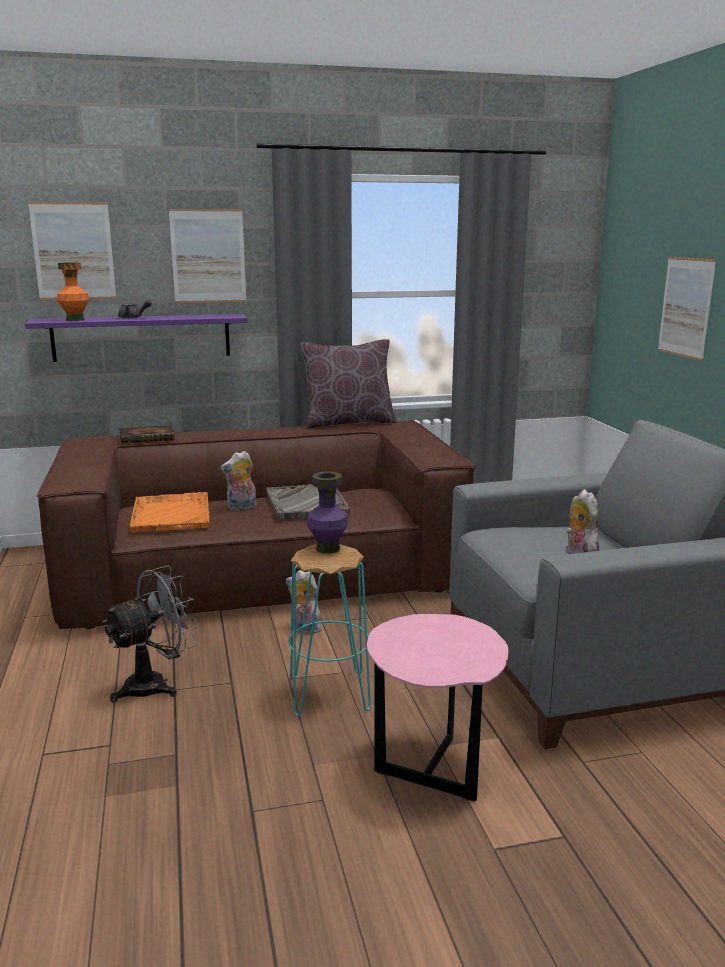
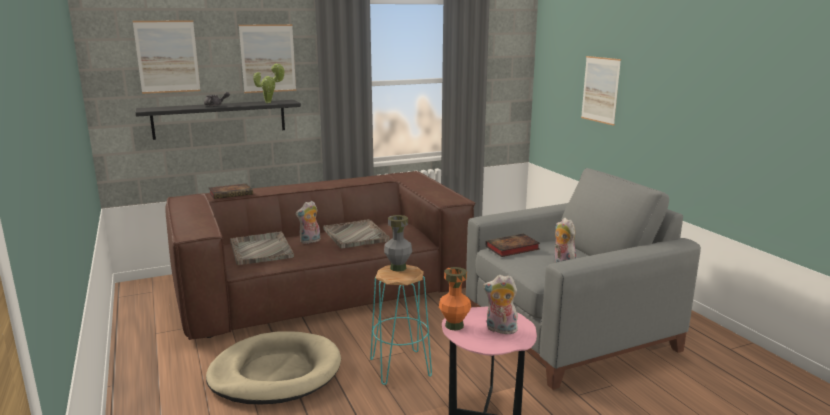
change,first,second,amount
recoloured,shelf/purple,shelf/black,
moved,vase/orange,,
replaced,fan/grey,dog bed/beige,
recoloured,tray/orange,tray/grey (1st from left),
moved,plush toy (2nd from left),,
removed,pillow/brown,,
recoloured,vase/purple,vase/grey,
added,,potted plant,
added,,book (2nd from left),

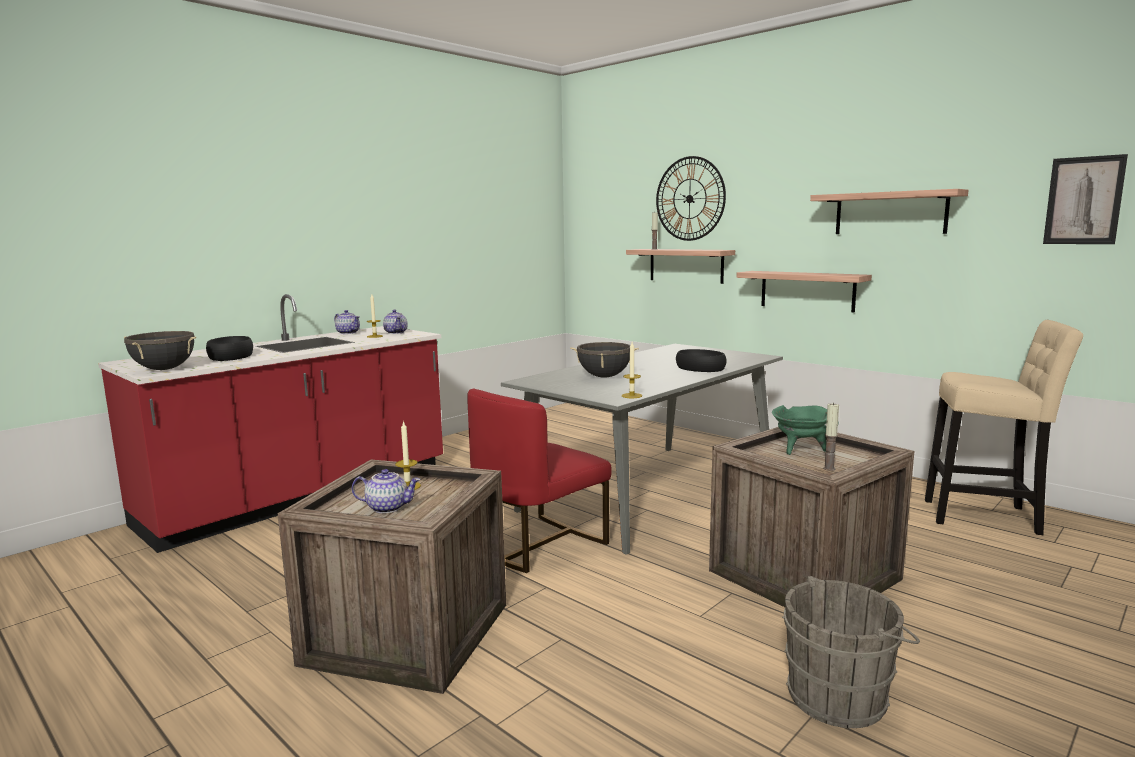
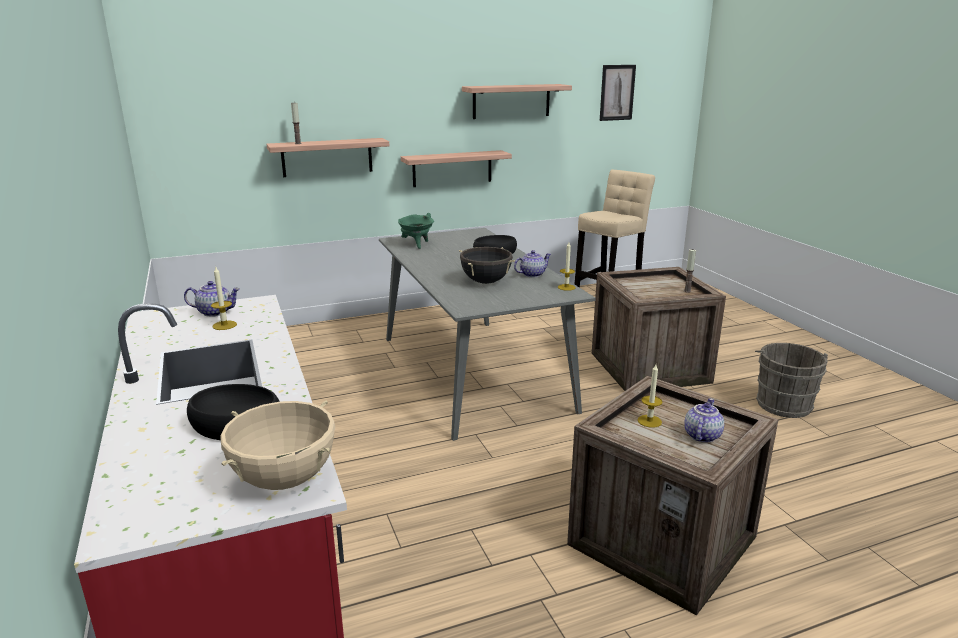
change,first,second,amount
recoloured,cooking pot/black (1st from left),cooking pot/beige,
moved,teapot (1st from left in the first image),teapot (2nd from left),
removed,chair/red,,
removed,wall clock,,
moved,cooking pot/green,,

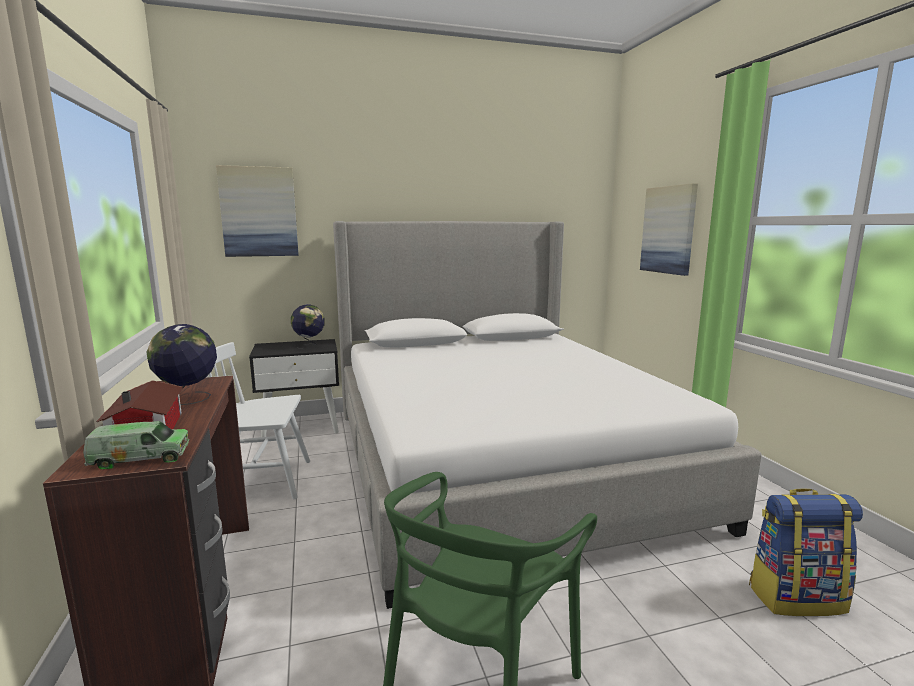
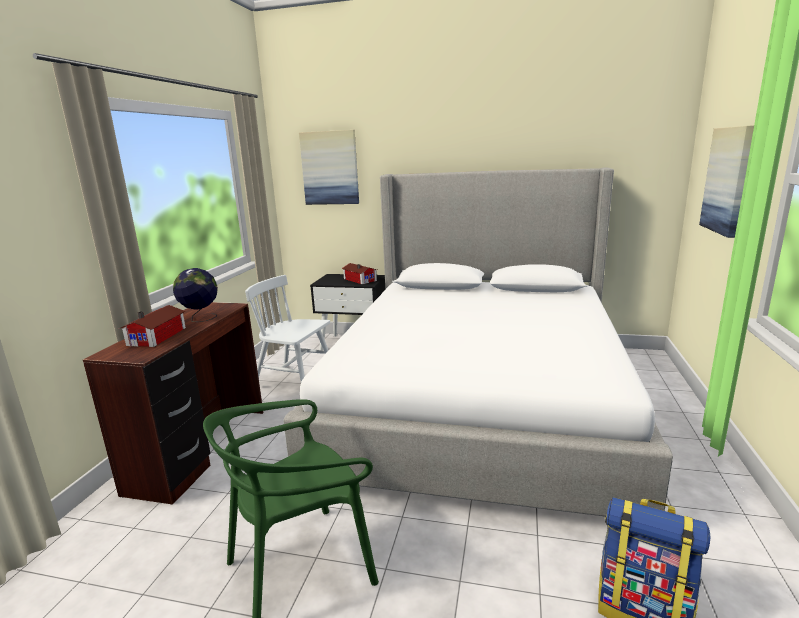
change,first,second,amount
removed,toy truck,,
replaced,globe (2nd from left),toy house (2nd from left),

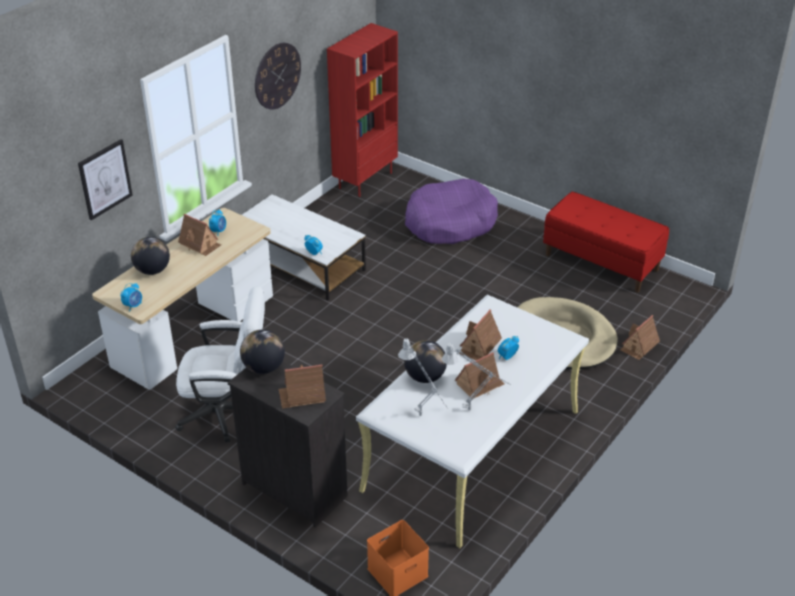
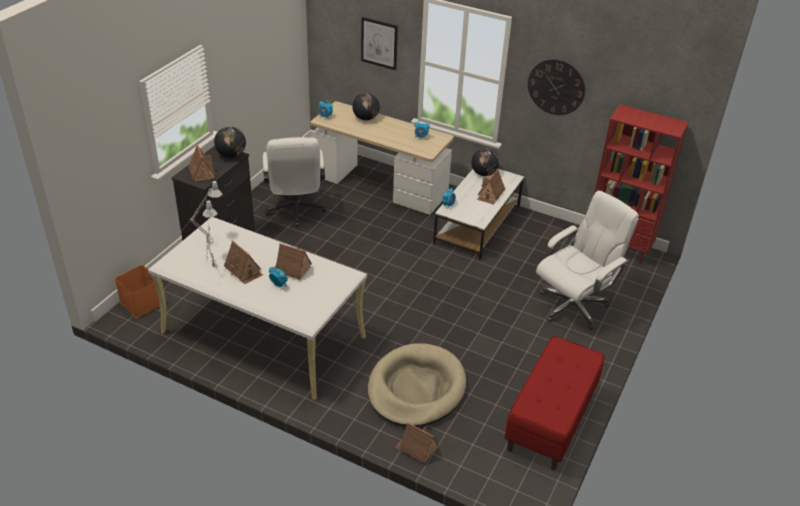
change,first,second,amount
moved,toy house (1st from left in the first image),toy house (5th from left),
moved,globe (3rd from left),,
replaced,dog bed/purple,office chair/white (2nd from left),

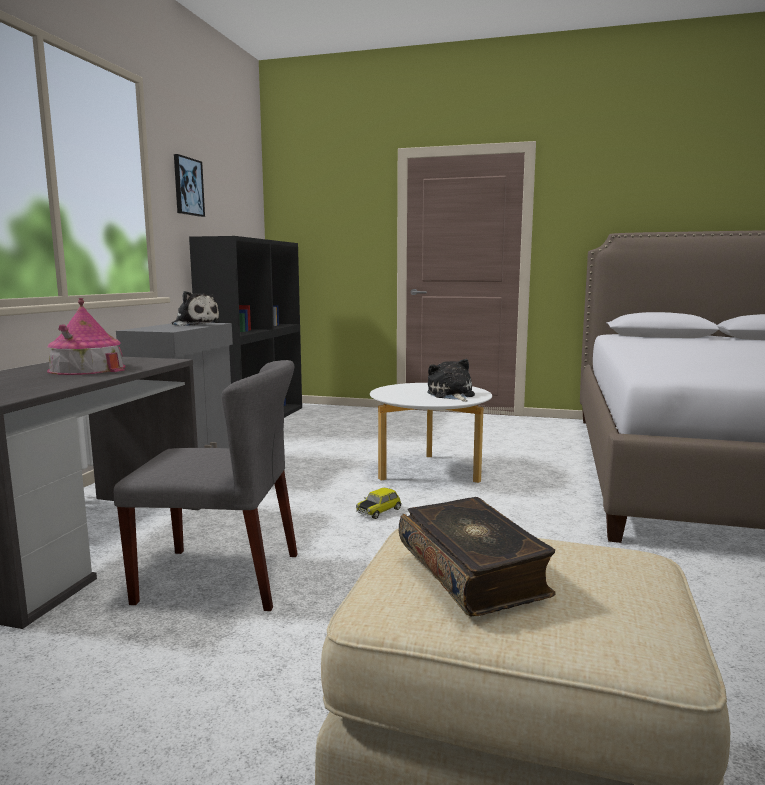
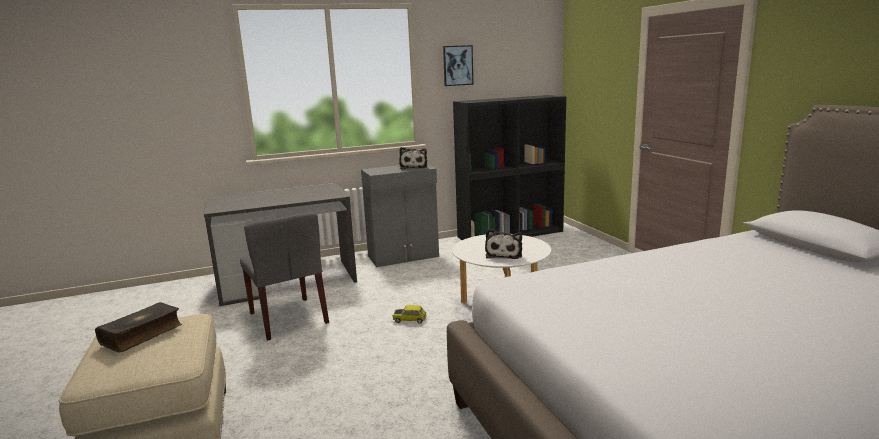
change,first,second,amount
removed,toy house,,
turned,plush toy (2nd from left),,150 degrees clockwise

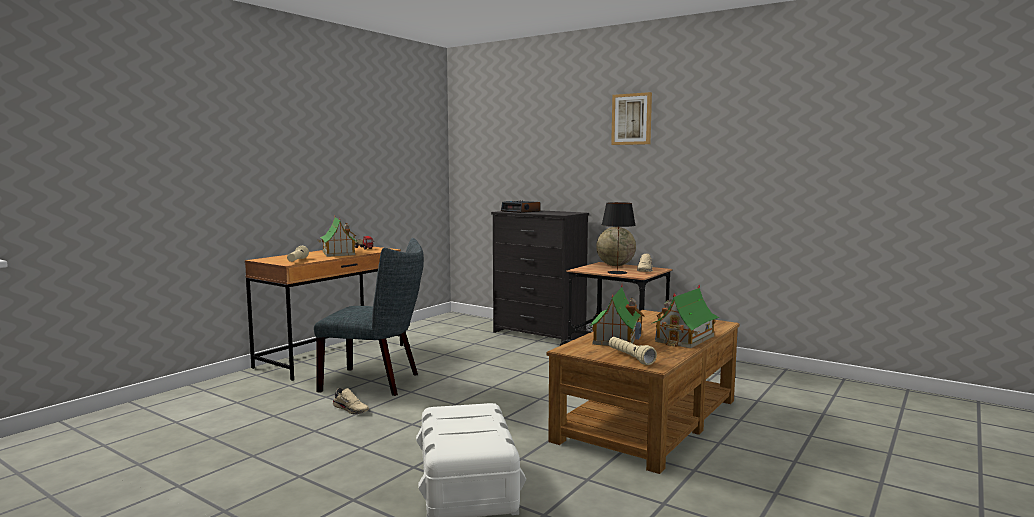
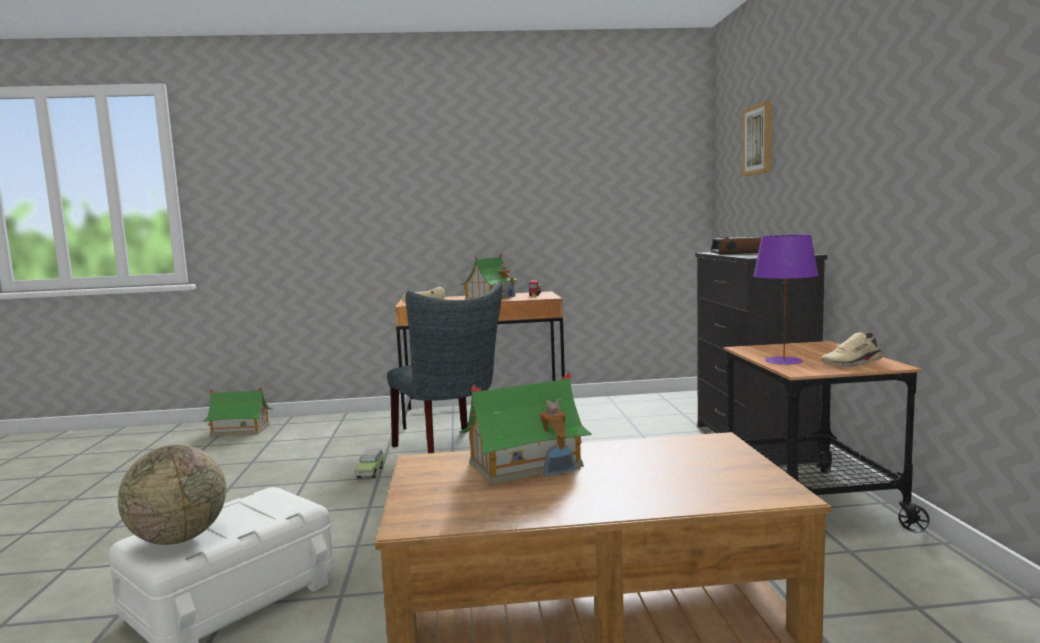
change,first,second,amount
replaced,shoe/beige (1st from left),toy car,
moved,globe,,
recoloured,table lamp/black,table lamp/purple,
removed,flashlight/beige (2nd from left),,
moved,picture,,
moved,toy house (3rd from left in the first image),toy house (1st from left),

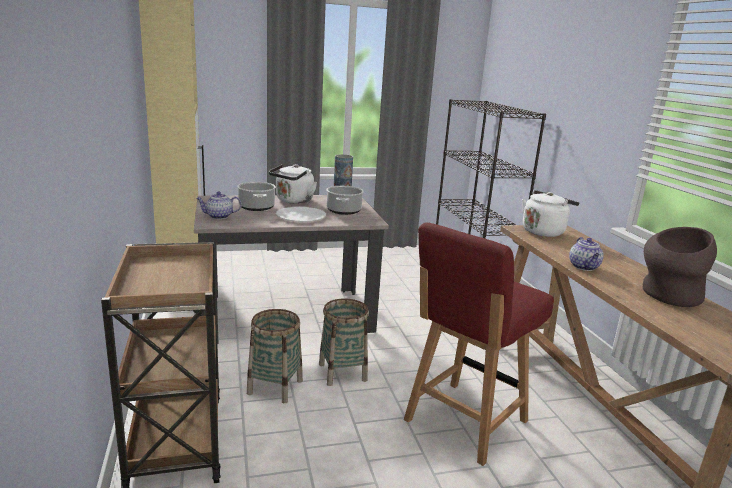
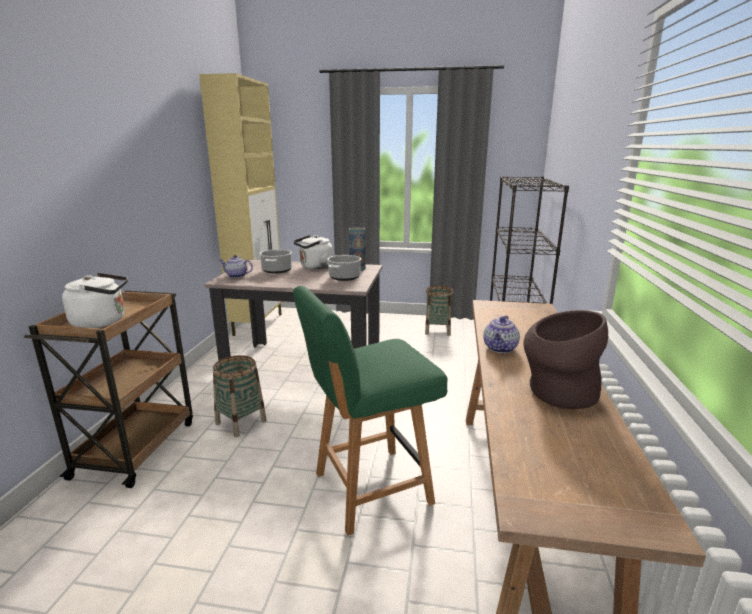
change,first,second,amount
removed,plate/white,,
moved,basket (2nd from left),,
recoloured,chair/red,chair/green,
moved,kettle/white (2nd from left in the first image),kettle/white (1st from left),

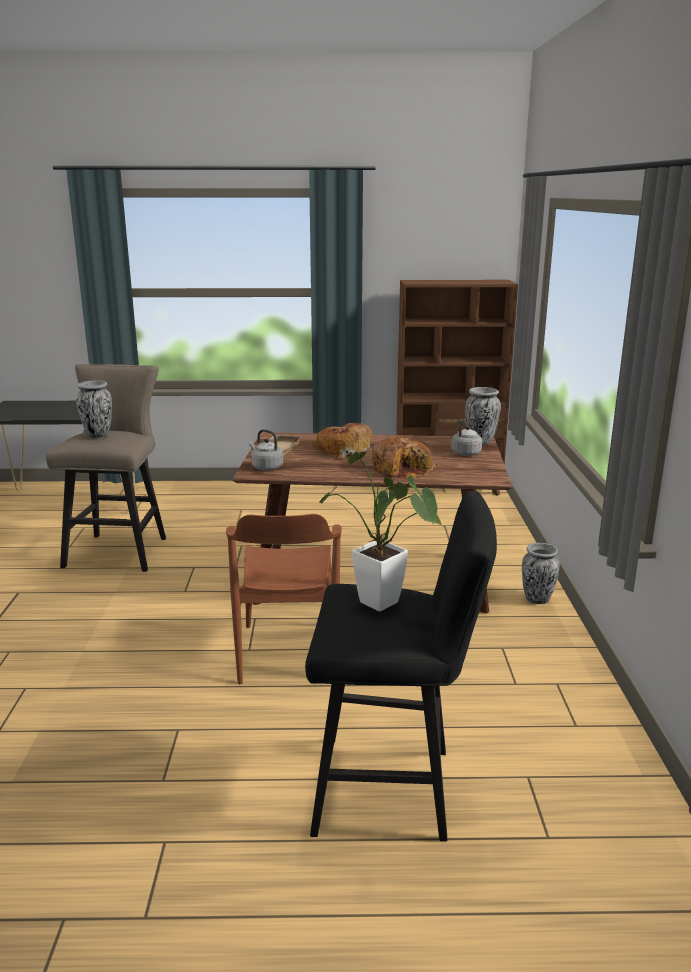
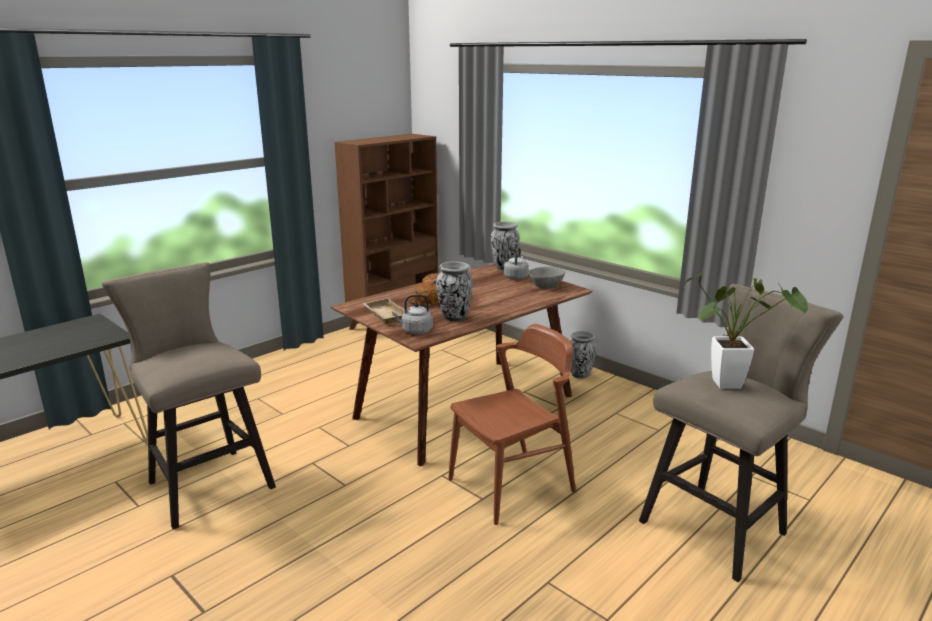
change,first,second,amount
moved,vase (1st from left),,
turned,chair/brown,,75 degrees counterclockwise
recoloured,stool/black,stool/beige (2nd from left),
removed,bread (2nd from left),,
added,,bowl/grey,

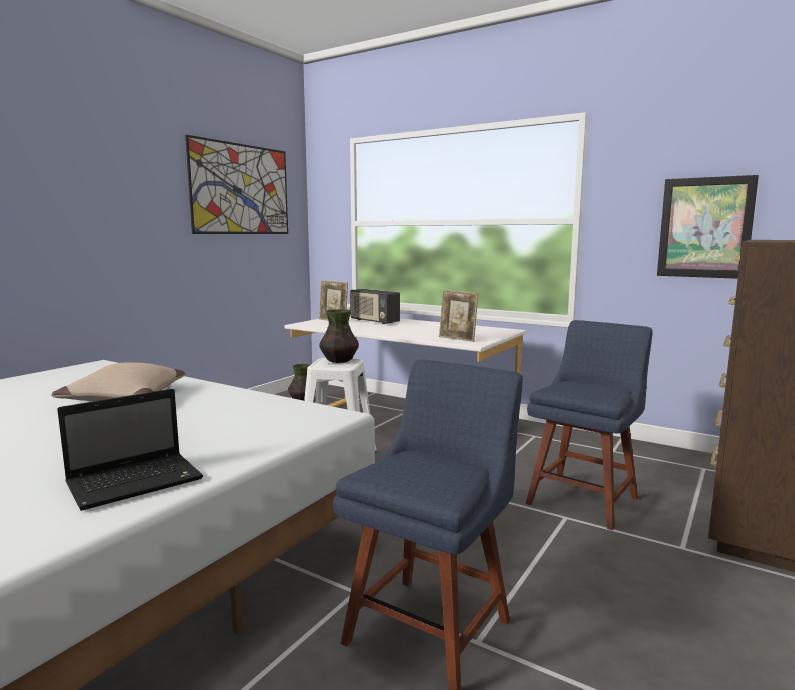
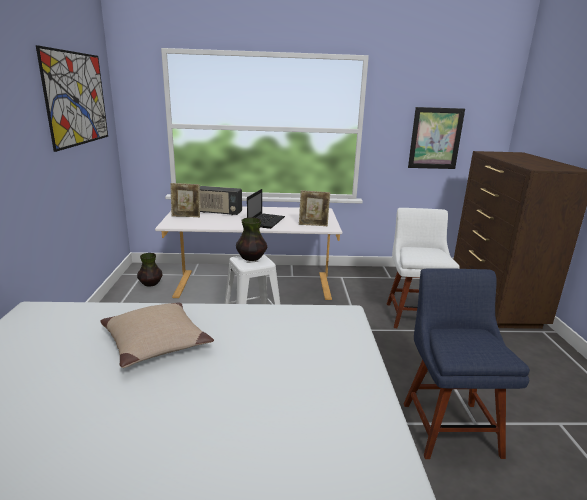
change,first,second,amount
moved,laptop,,
recoloured,chair/blue (2nd from left),chair/white,

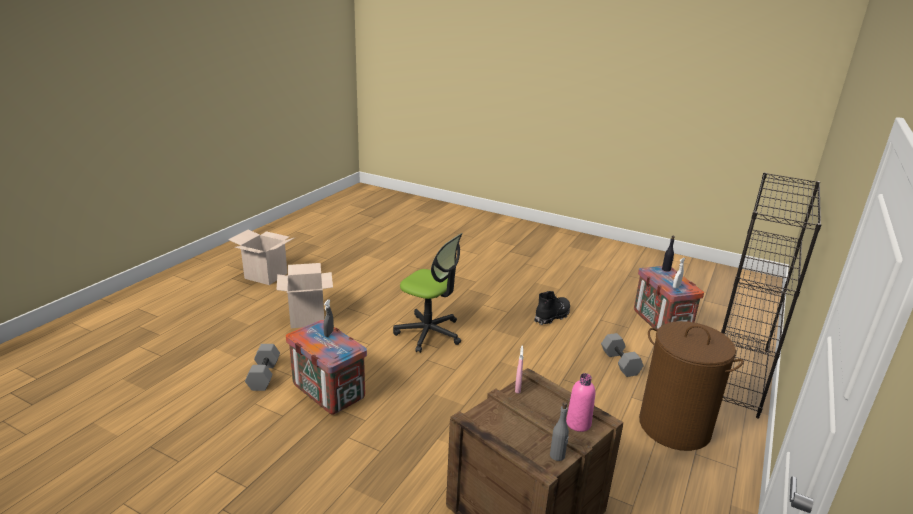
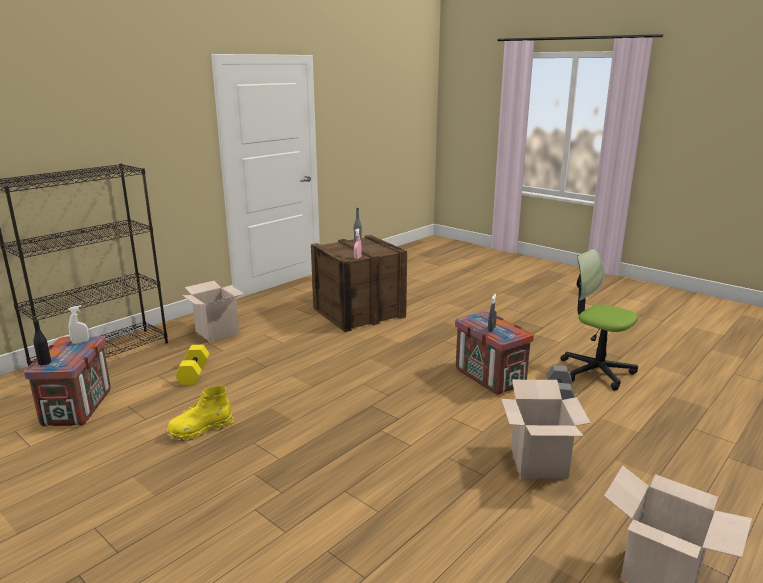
change,first,second,amount
moved,office chair,,
recoloured,boot/black,boot/yellow,
removed,bottle/pink,,
recoloured,dumbbell/grey (2nd from left),dumbbell/yellow,
replaced,laundry basket/brown,cardboard box (1st from left),

